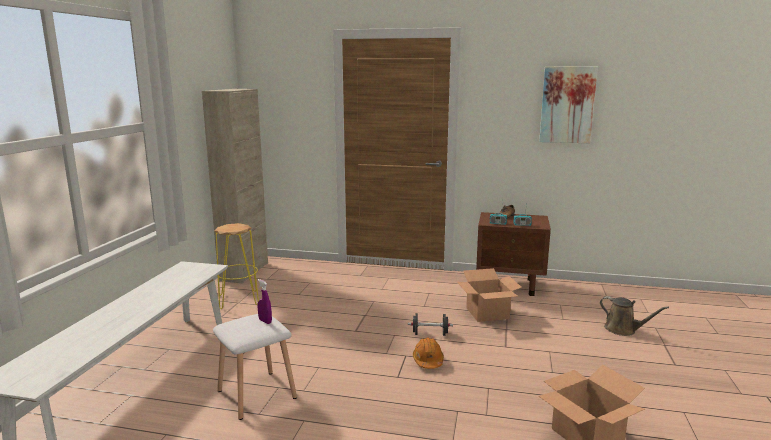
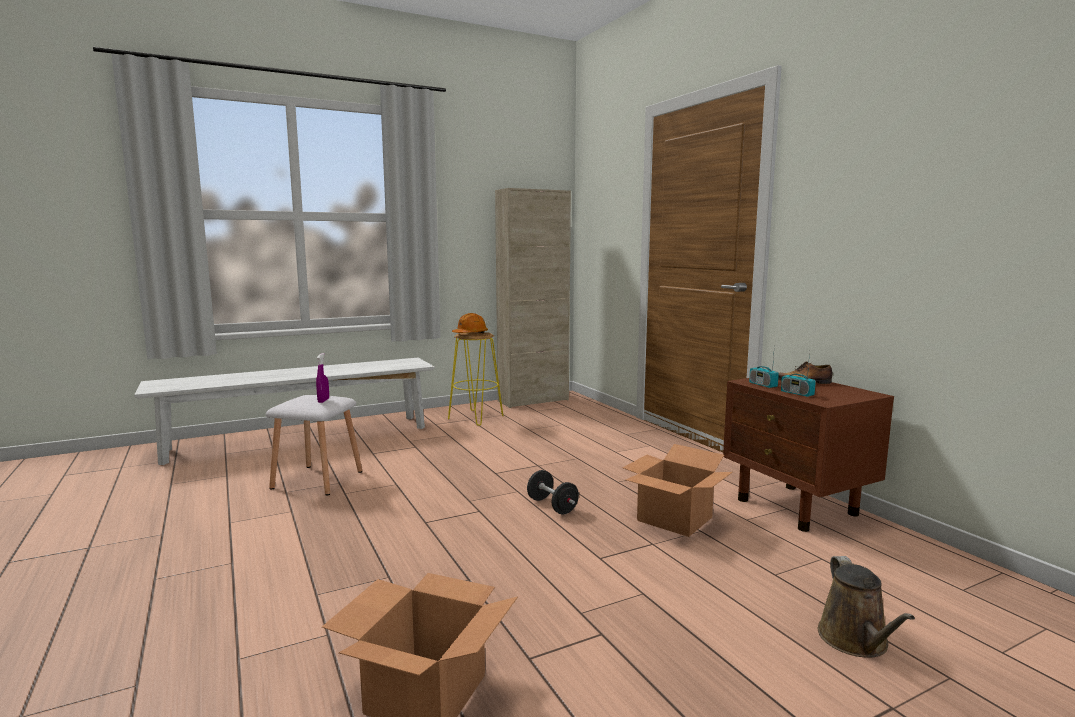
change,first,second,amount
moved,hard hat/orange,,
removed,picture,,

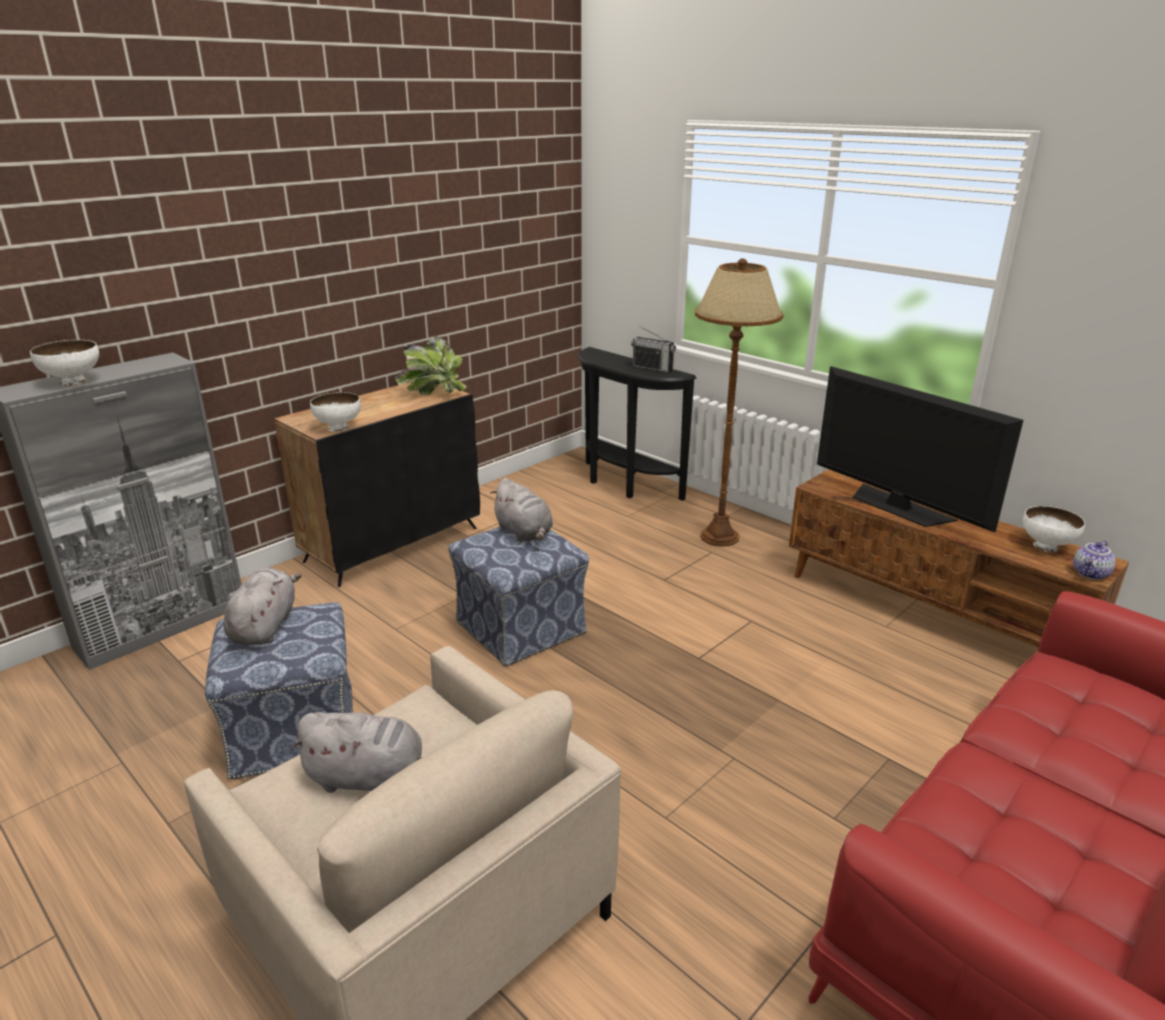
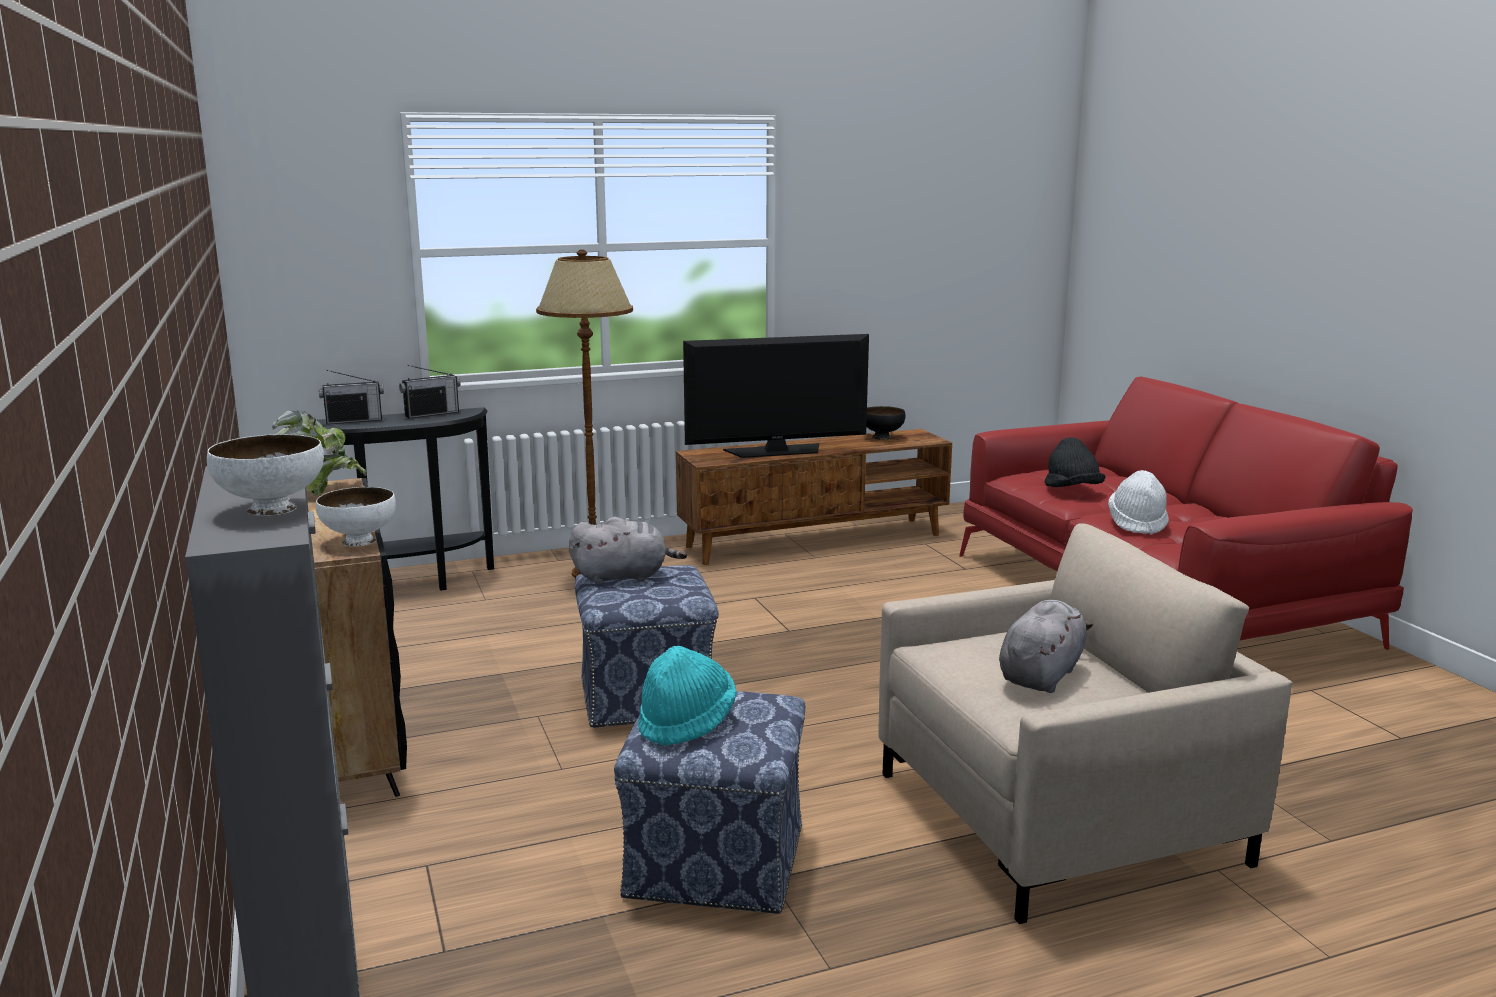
change,first,second,amount
replaced,plush toy/grey (1st from left),hat/turquoise,
recoloured,bowl/white (3rd from left),bowl/black,
removed,teapot,,
added,,radio (1st from left),
added,,hat/black,
added,,hat/white,

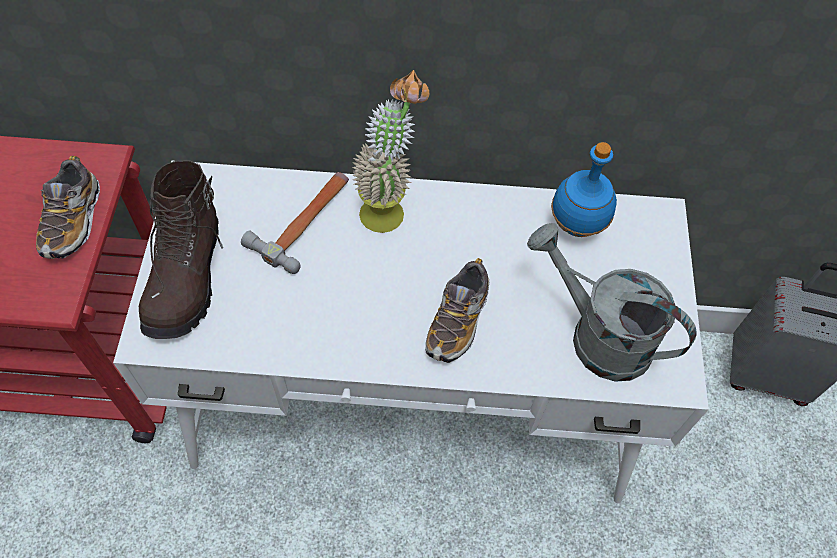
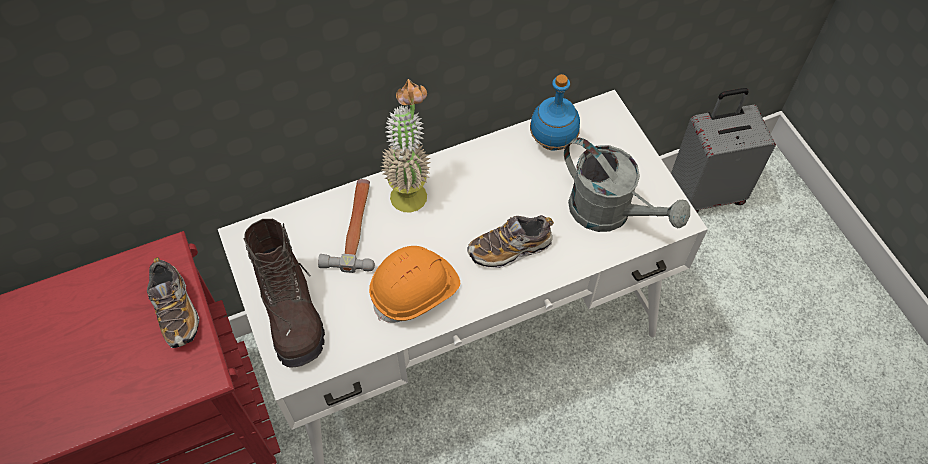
change,first,second,amount
turned,shoe (2nd from left),,75 degrees clockwise
turned,watering can/grey,,150 degrees counterclockwise
added,,hard hat/orange,

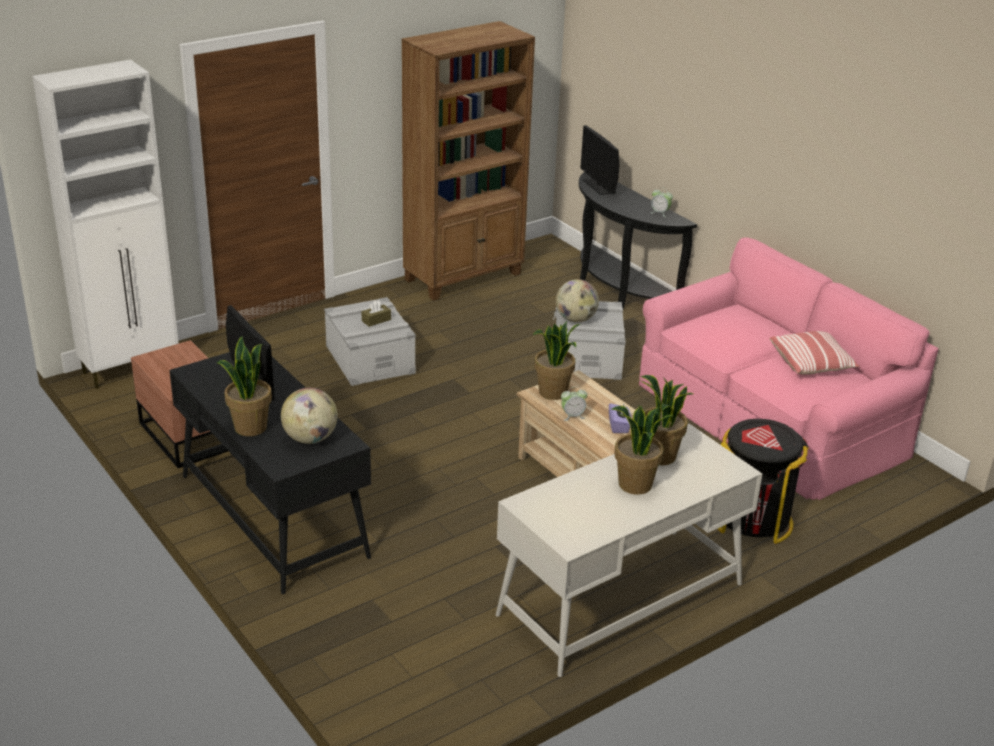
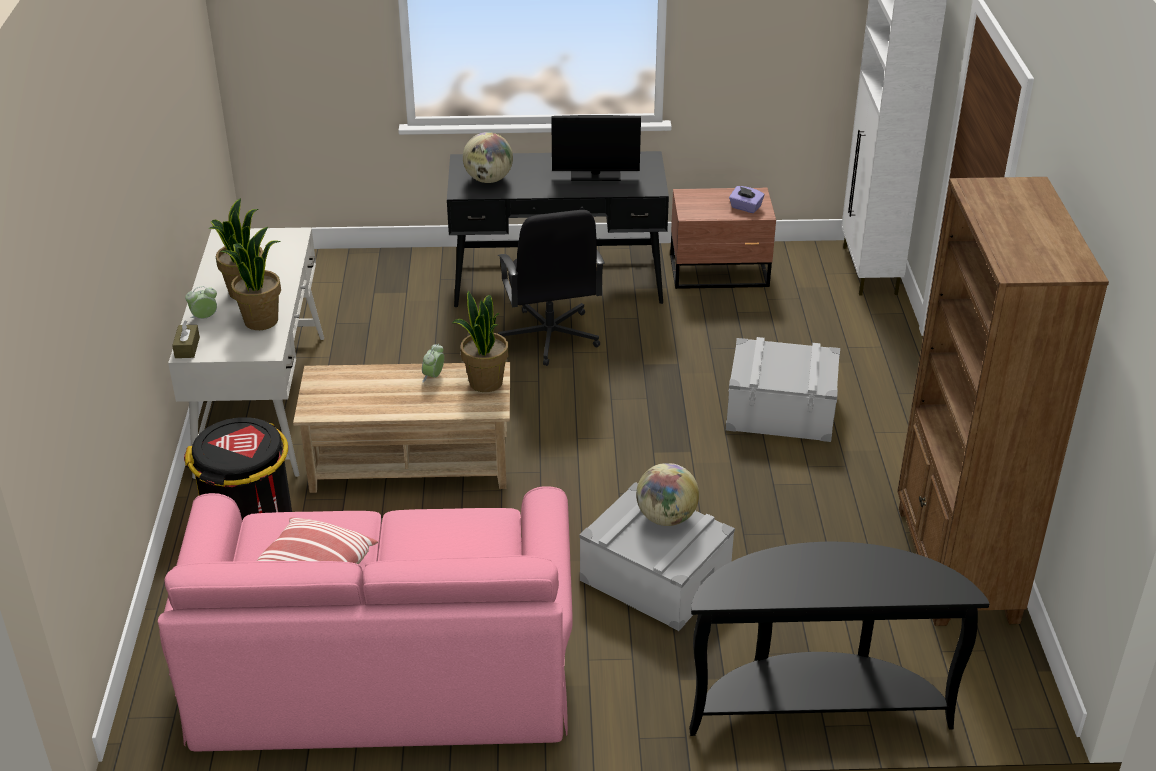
change,first,second,amount
removed,potted plant (1st from left),,
moved,tissue box/brown,,
removed,monitor (2nd from left),,
moved,tissue box/purple,,
moved,alarm clock (2nd from left in the first image),alarm clock (1st from left),
added,,office chair/black,

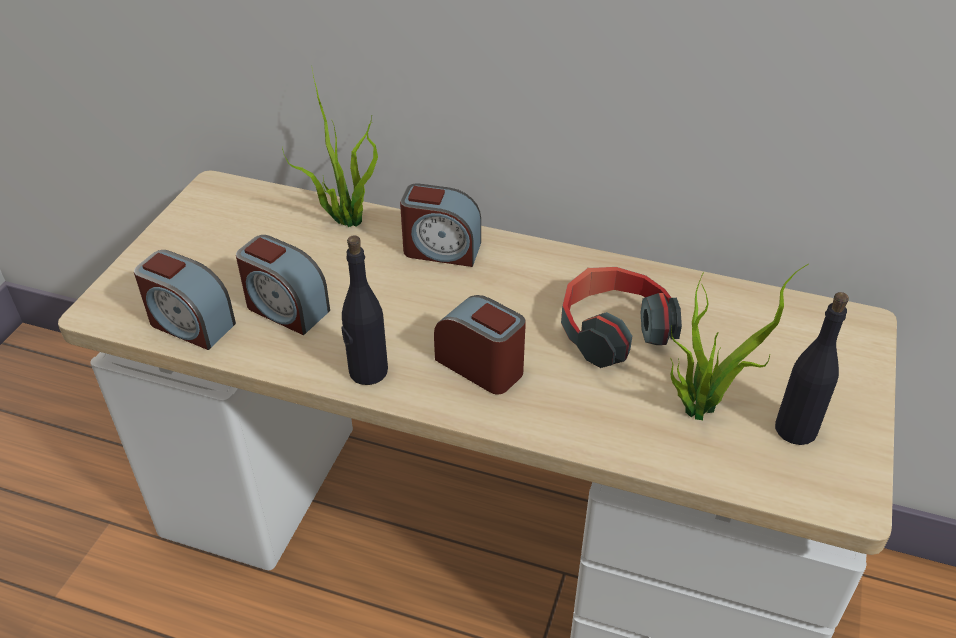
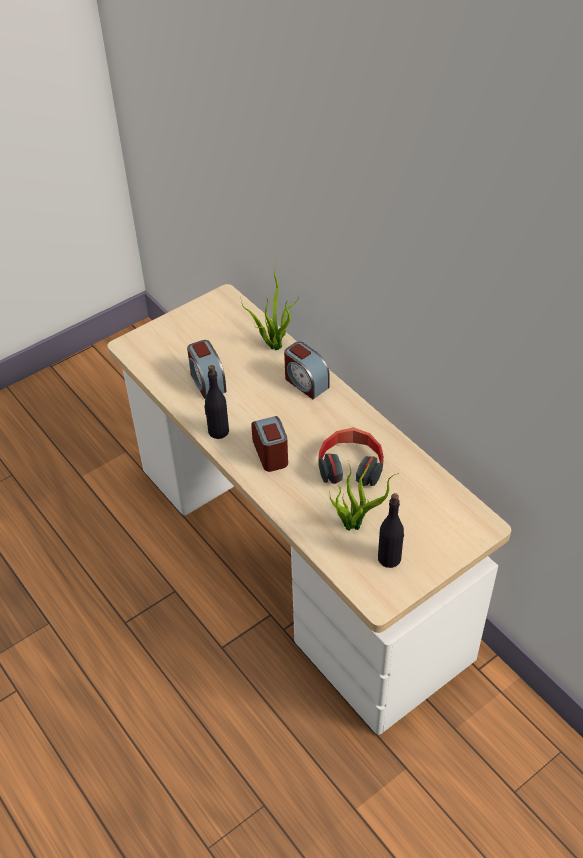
change,first,second,amount
removed,alarm clock (1st from left),,

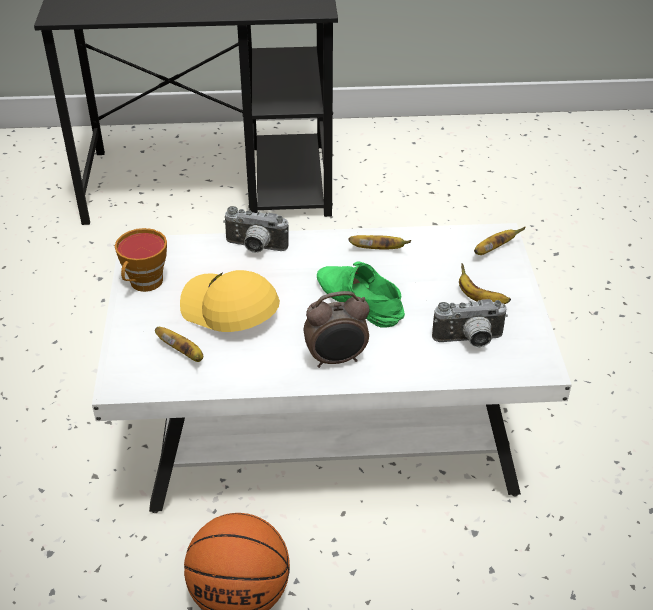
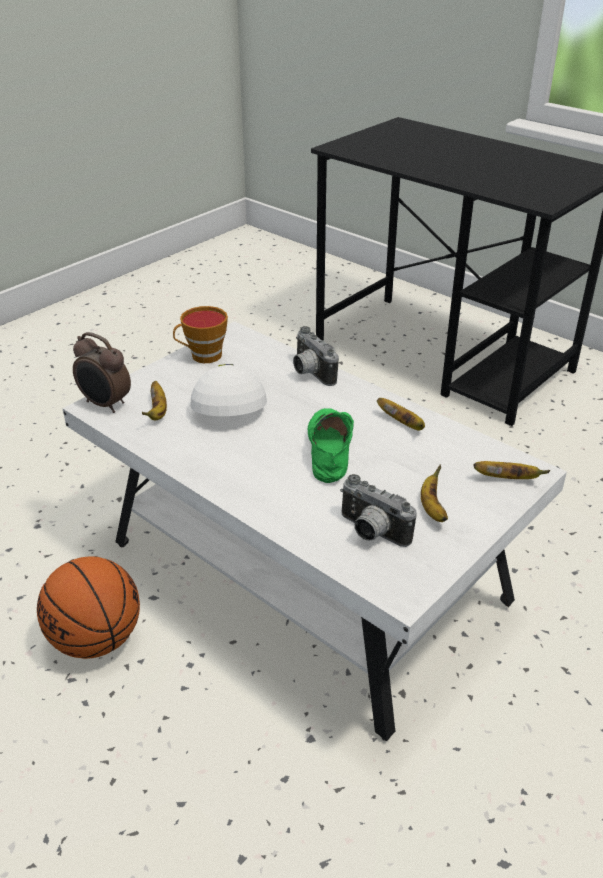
change,first,second,amount
recoloured,cap/yellow,cap/white,
moved,alarm clock,,

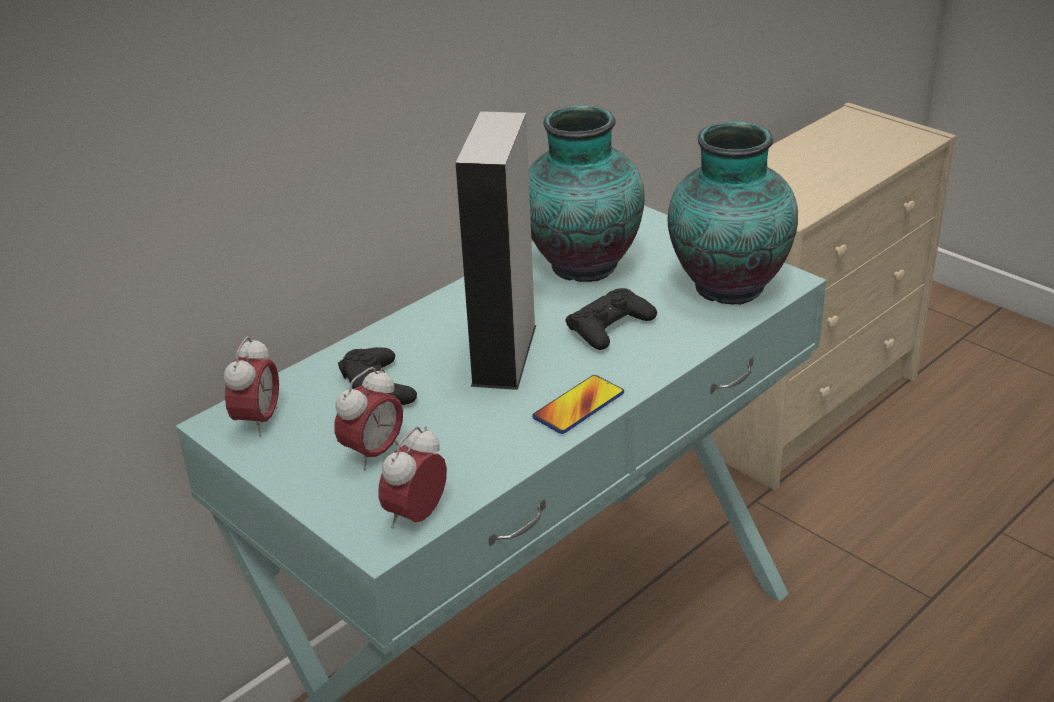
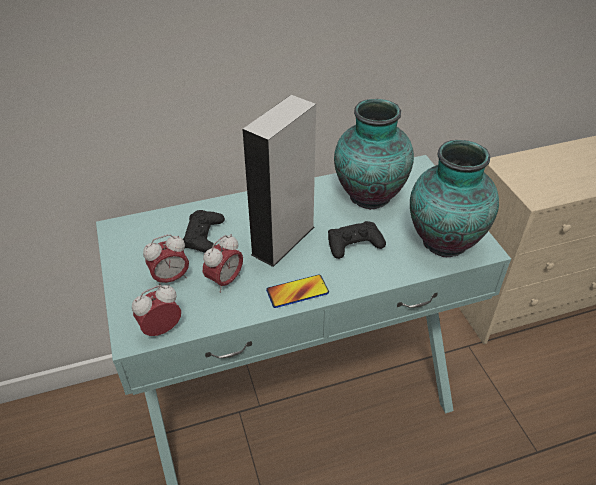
change,first,second,amount
moved,alarm clock (1st from left in the first image),alarm clock (3rd from left),

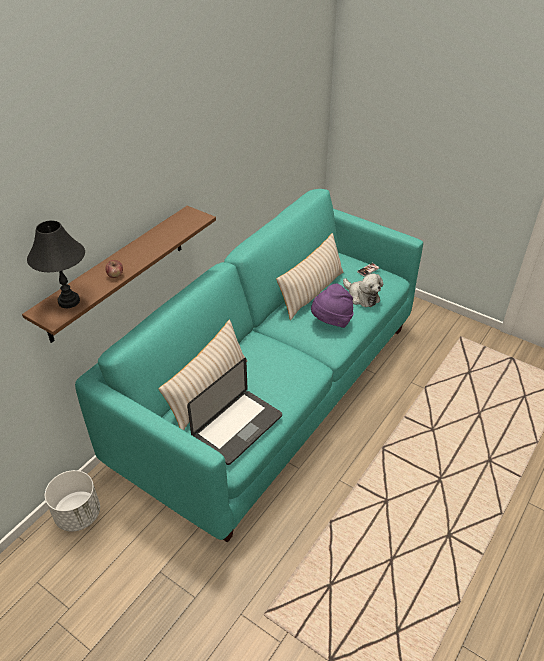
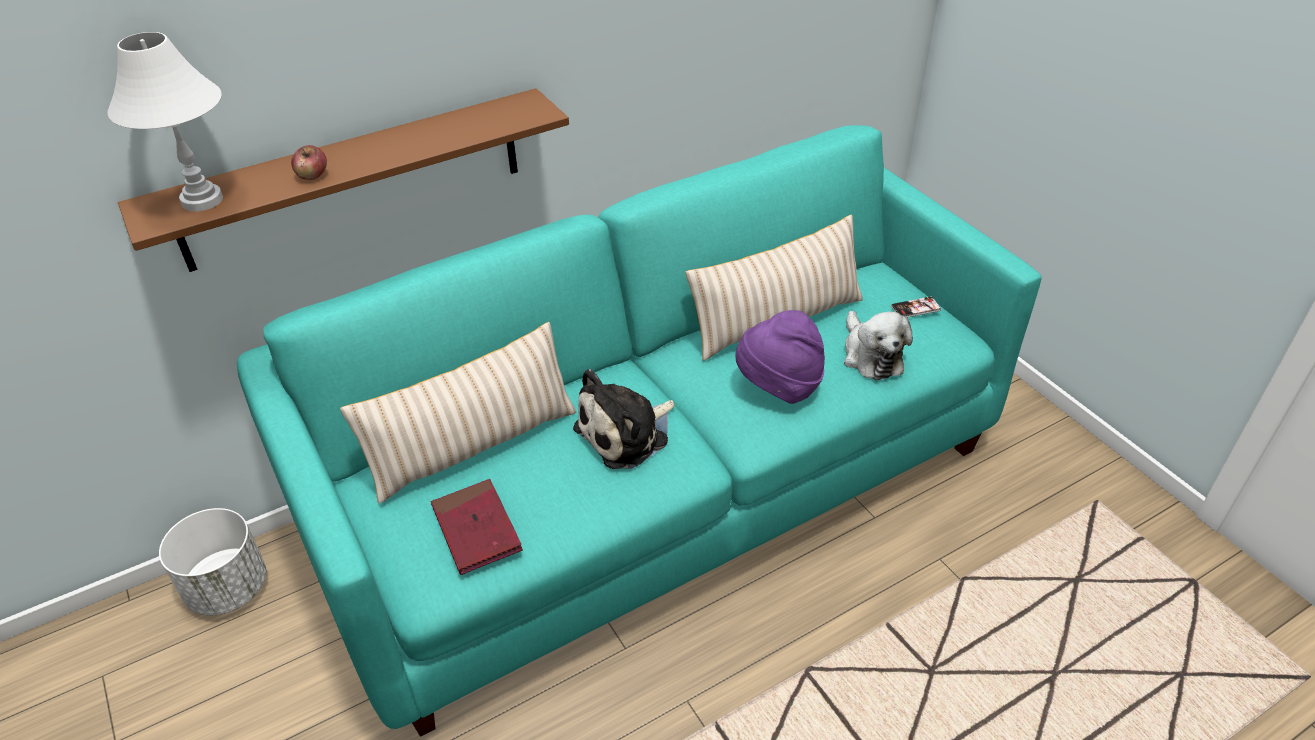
change,first,second,amount
recoloured,table lamp/black,table lamp/white,
replaced,laptop,book/red,
added,,plush toy (1st from left),

